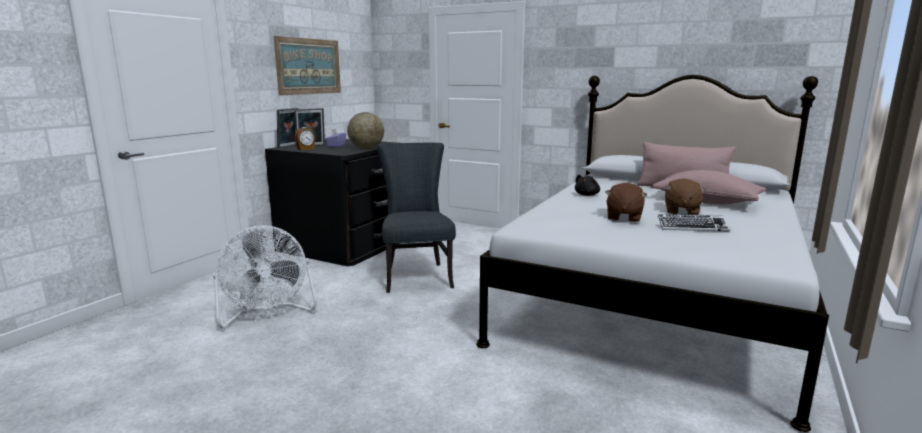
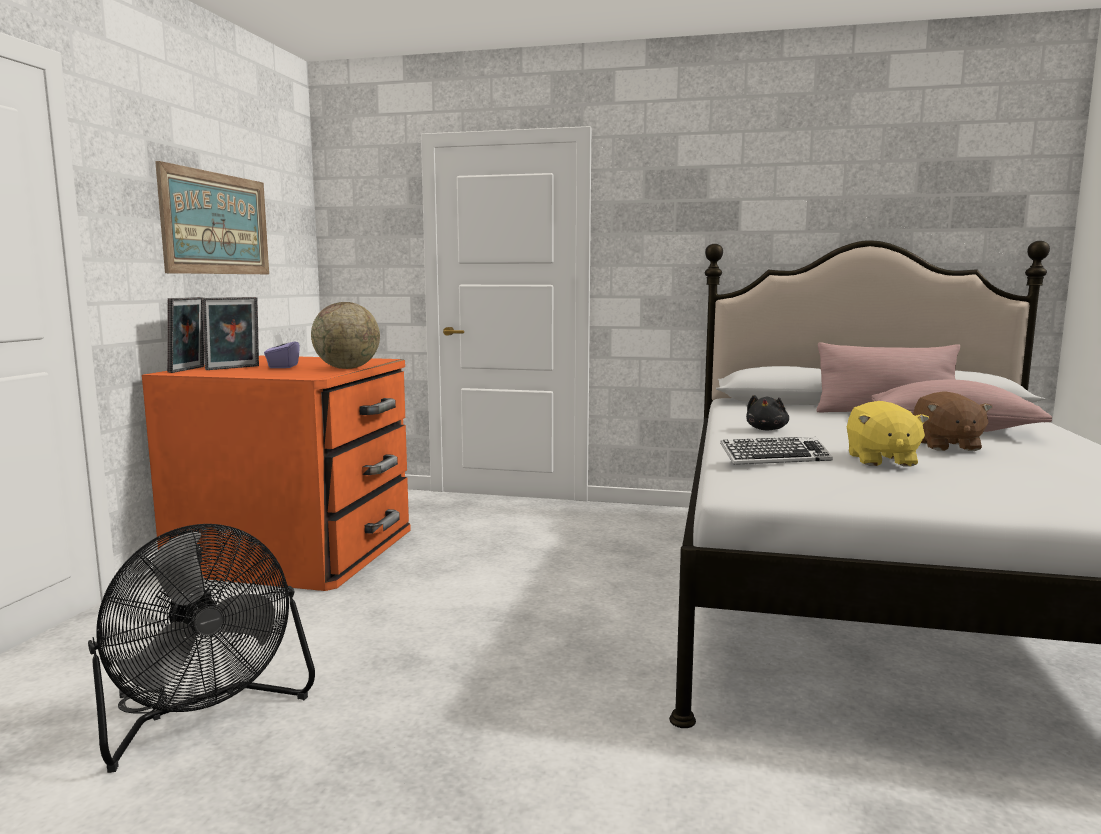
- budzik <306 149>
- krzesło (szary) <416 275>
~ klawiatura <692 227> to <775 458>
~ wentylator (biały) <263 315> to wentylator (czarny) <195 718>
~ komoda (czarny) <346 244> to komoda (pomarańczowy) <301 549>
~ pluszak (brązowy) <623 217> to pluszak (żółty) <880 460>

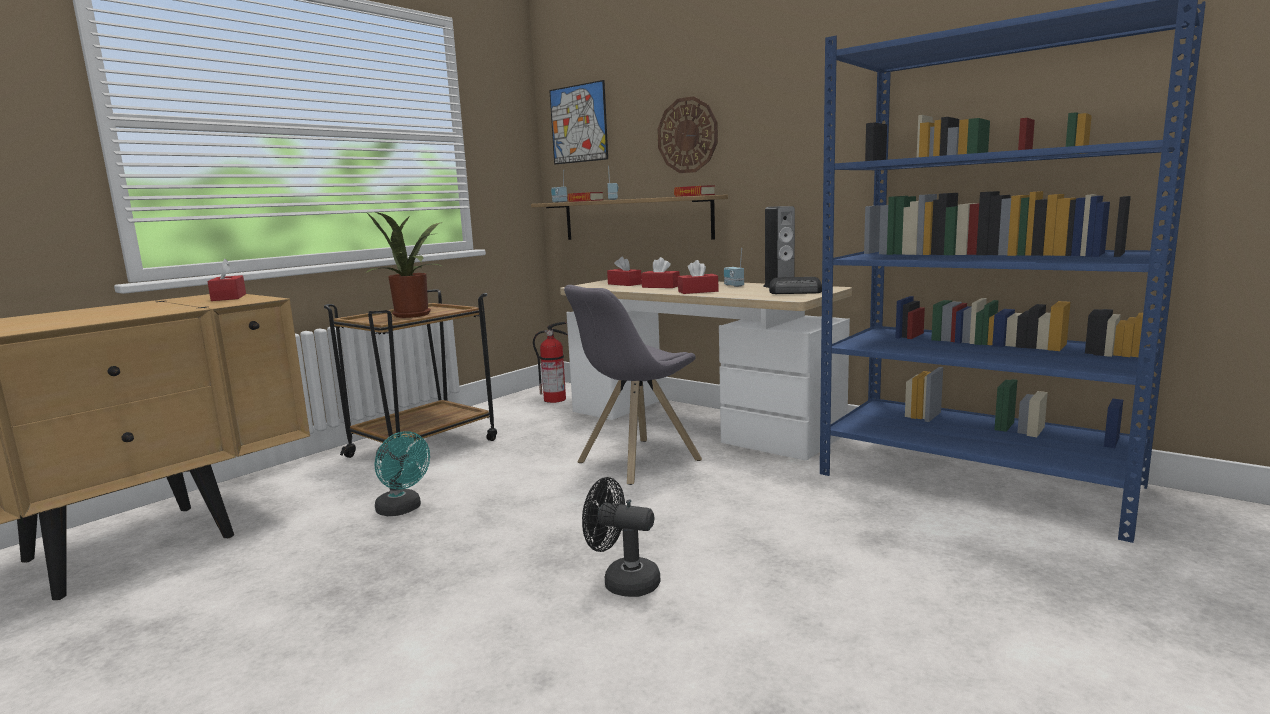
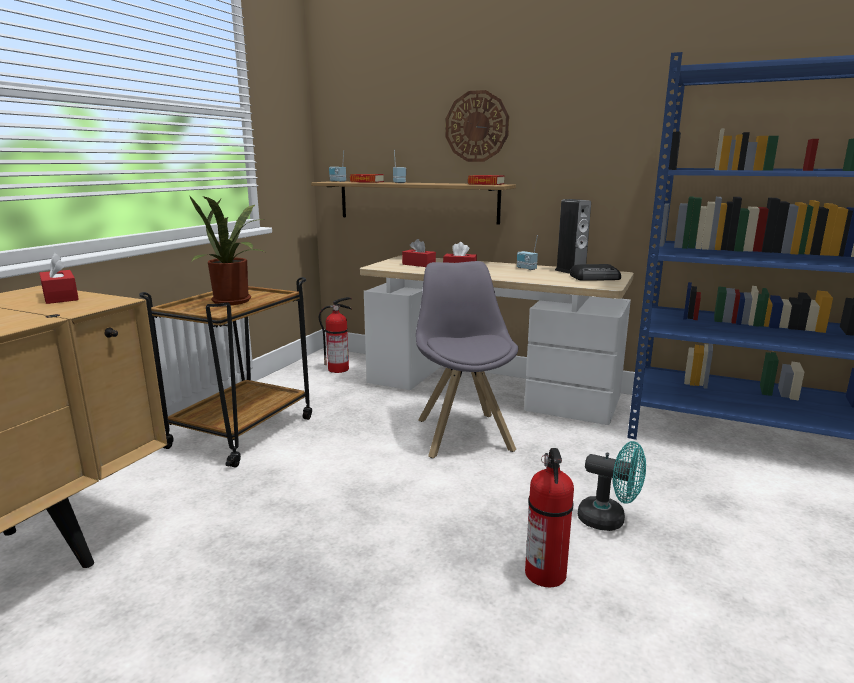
- obraz <578 124>
- pudełko chusteczek (czerwony) <698 291>
~ wentylator (turkusowy) <403 510> to <609 520>
~ wentylator (czarny) <622 582> to gaśnica <546 574>
~ krzesło (szary) <637 461> = <463 434> 135 degrees clockwise

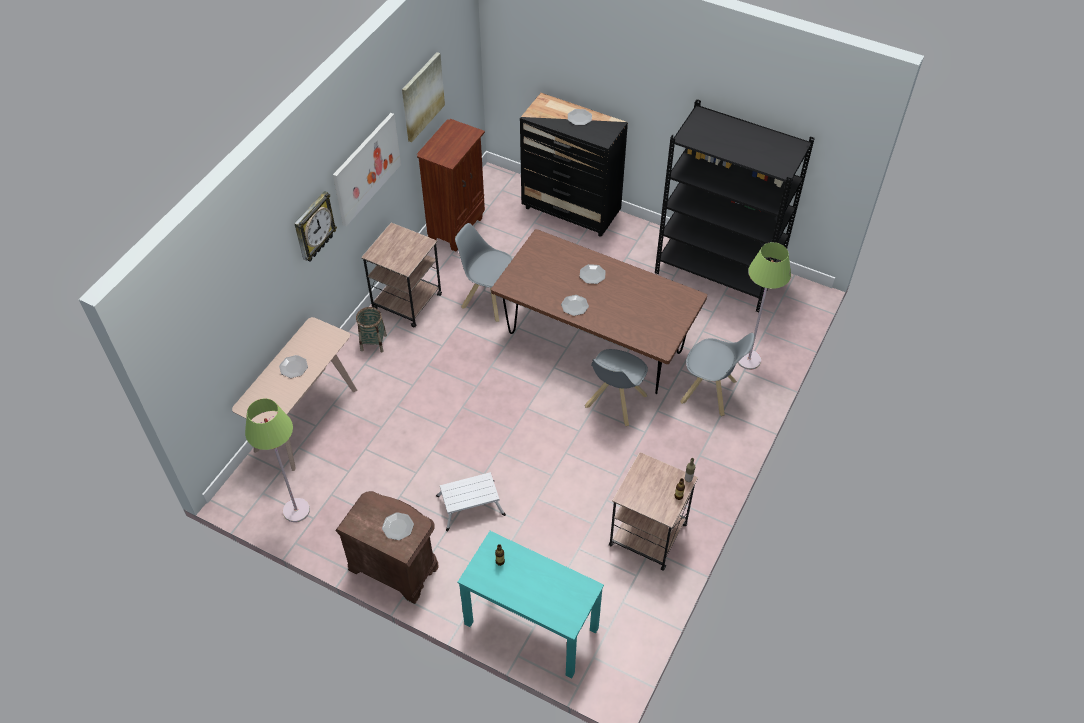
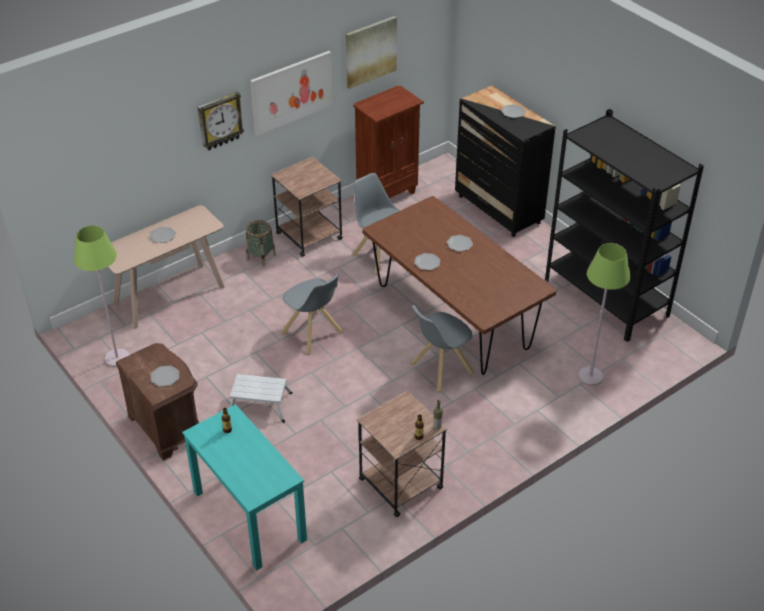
~ krzesło (szary) <710 392> to <313 334>

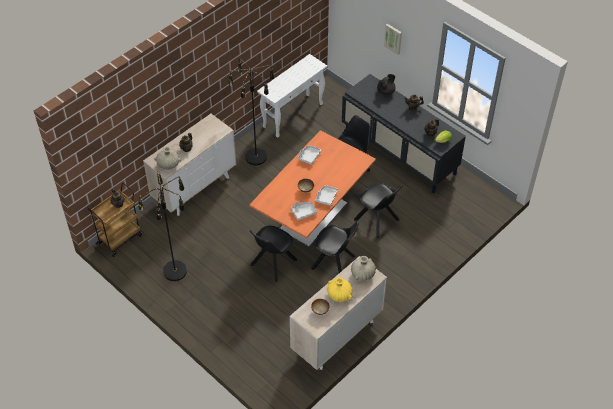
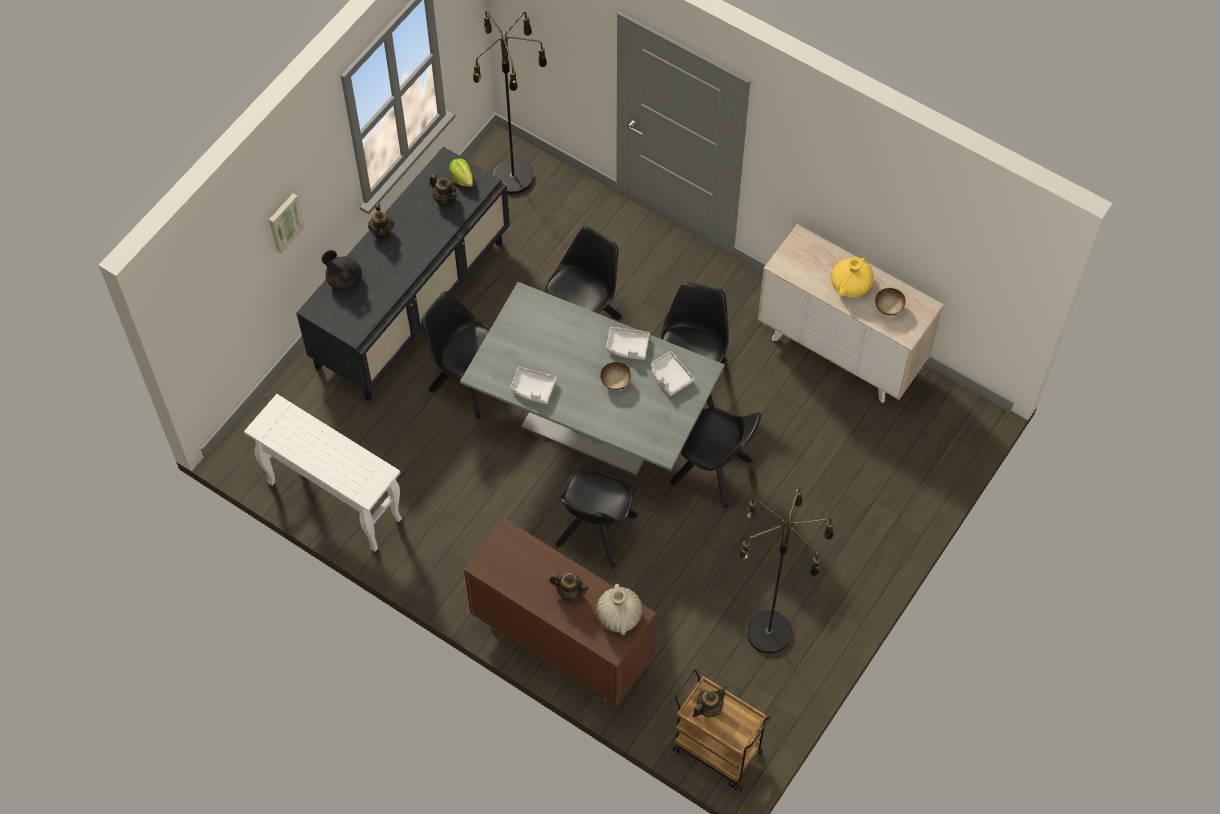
- wazon (beżowy) <362 274>
+ krzesło (czarny) <595 532>
~ lampa stojąca <255 157> to <514 178>
~ komoda (biały) <194 188> to komoda (brązowy) <562 644>
~ stół jadalny (pomarańczowy) <313 216> to stół jadalny (szary) <593 424>

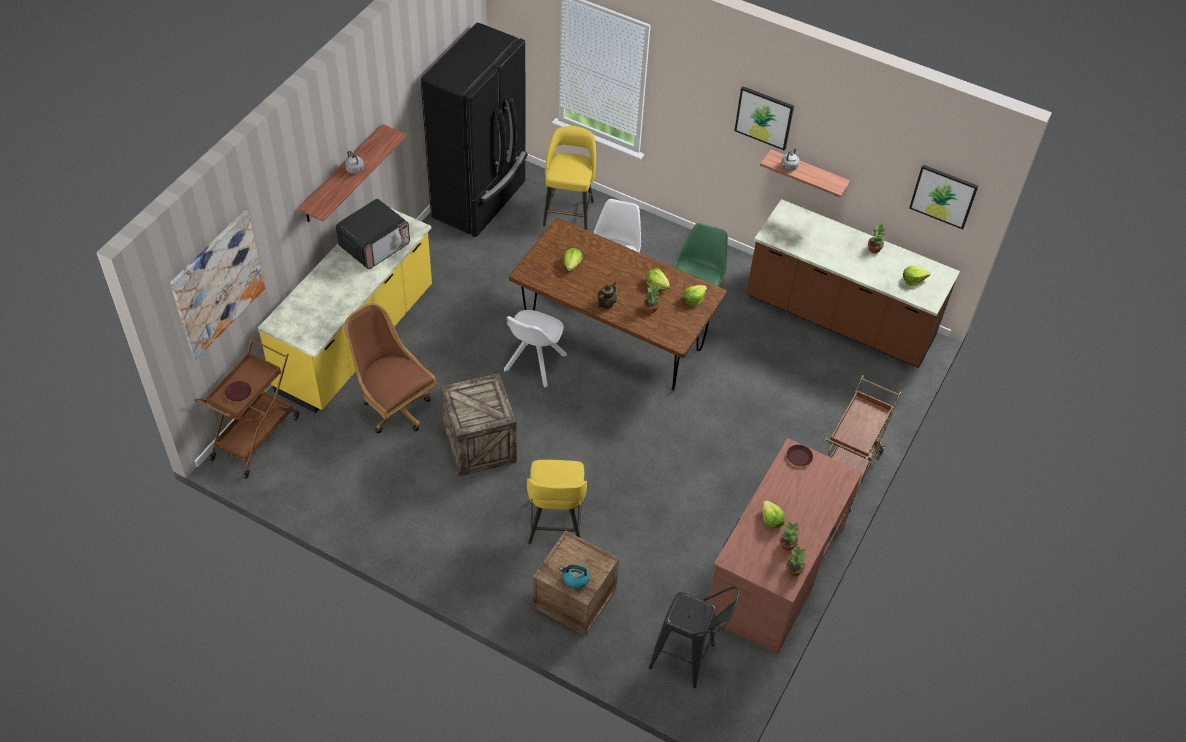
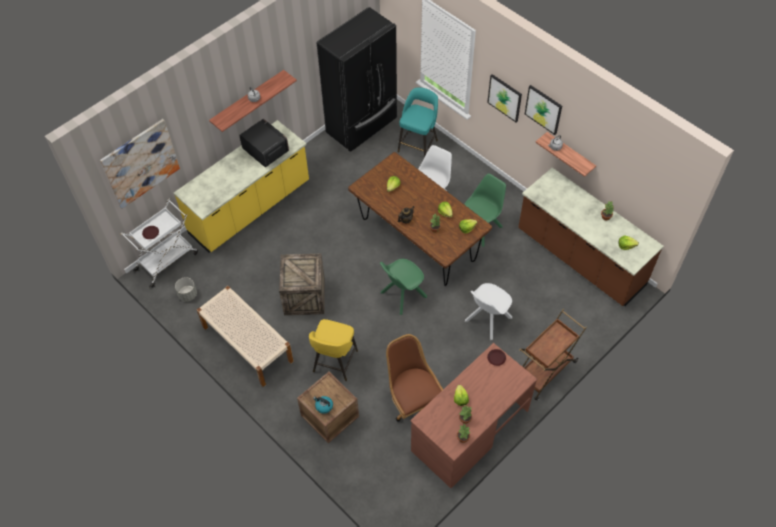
- stołek (czarny) <688 659>
+ donica (szary) <187 295>
+ ławka (beżowy) <247 344>
+ krzesło (zielony) <402 295>
~ krzesło biurowe (brązowy) <393 406> to <412 401>
~ krzesło (biały) <534 363> to <487 320>
~ obraz <943 196> to <505 97>
~ wózek (brązowy) <256 438> to wózek (biały) <167 262>
~ stołek (żółty) <569 212> to stołek (turkusowy) <418 145>
~ mikrofalówka <375 245> = <265 150> 105 degrees counterclockwise

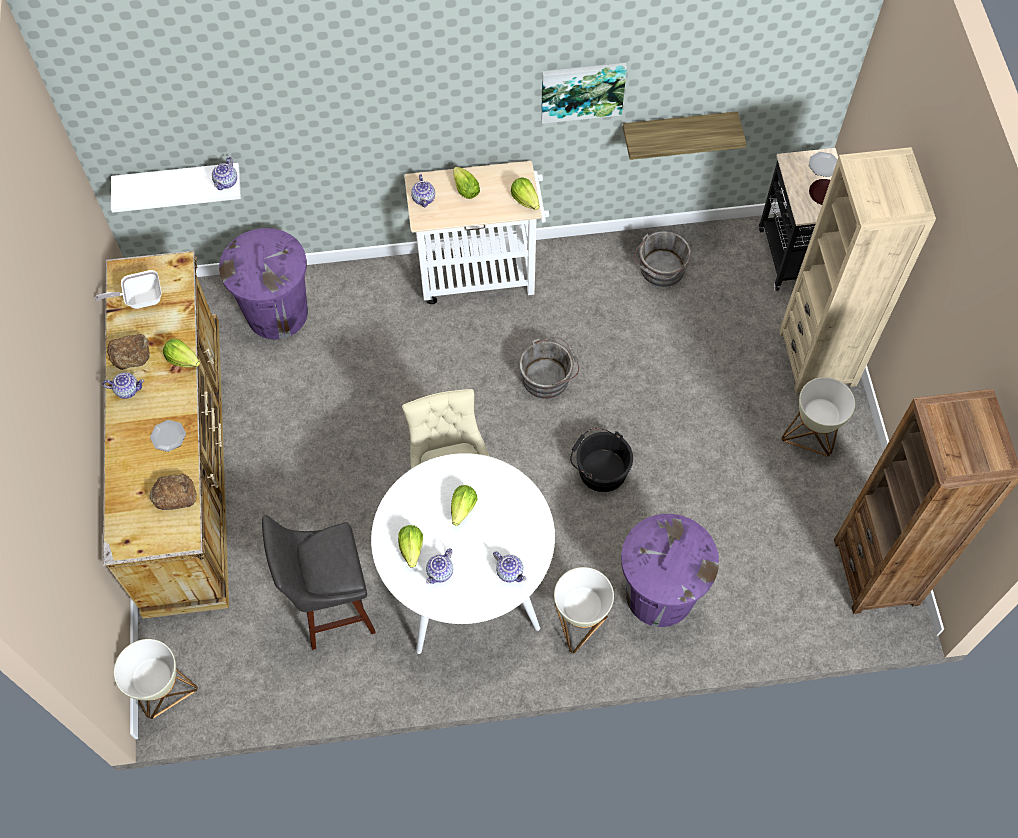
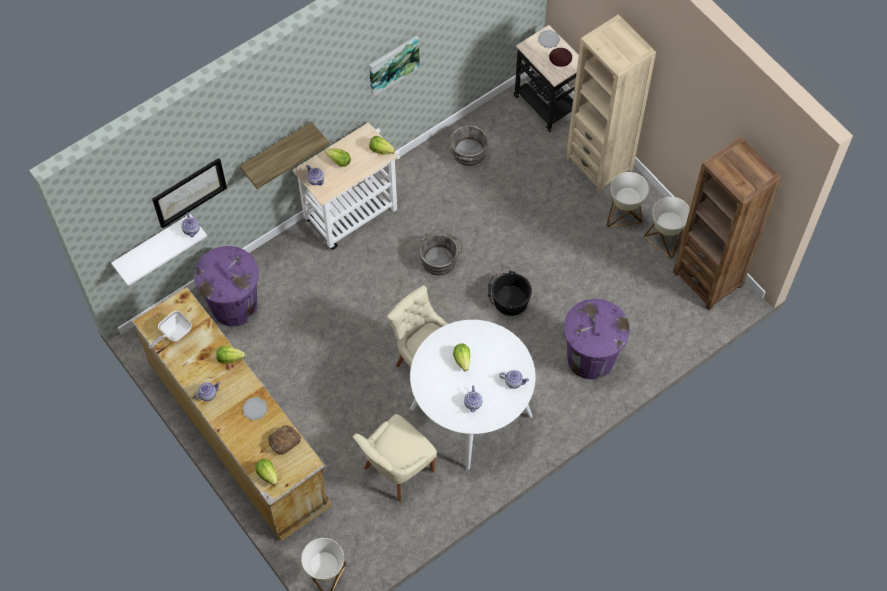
- chleb <130 353>
+ obraz <189 192>
~ sałata <411 548> to <267 474>
~ donica <580 623> to <665 240>
~ półka <678 129> to <276 150>
~ stołek (szary) <331 606> to krzesło (beżowy) <396 470>

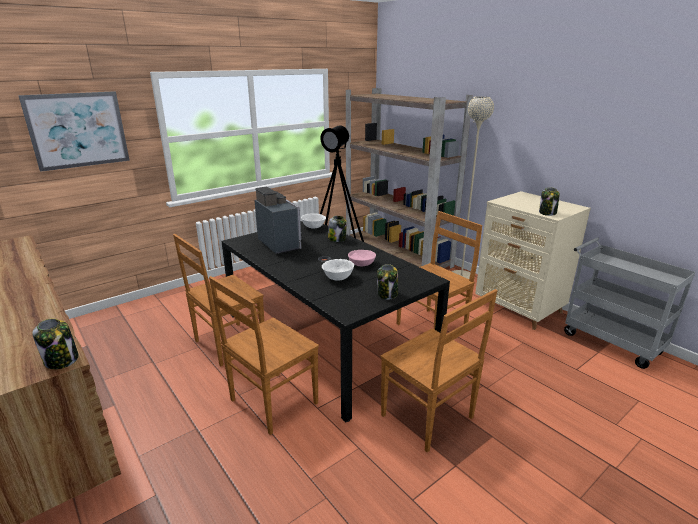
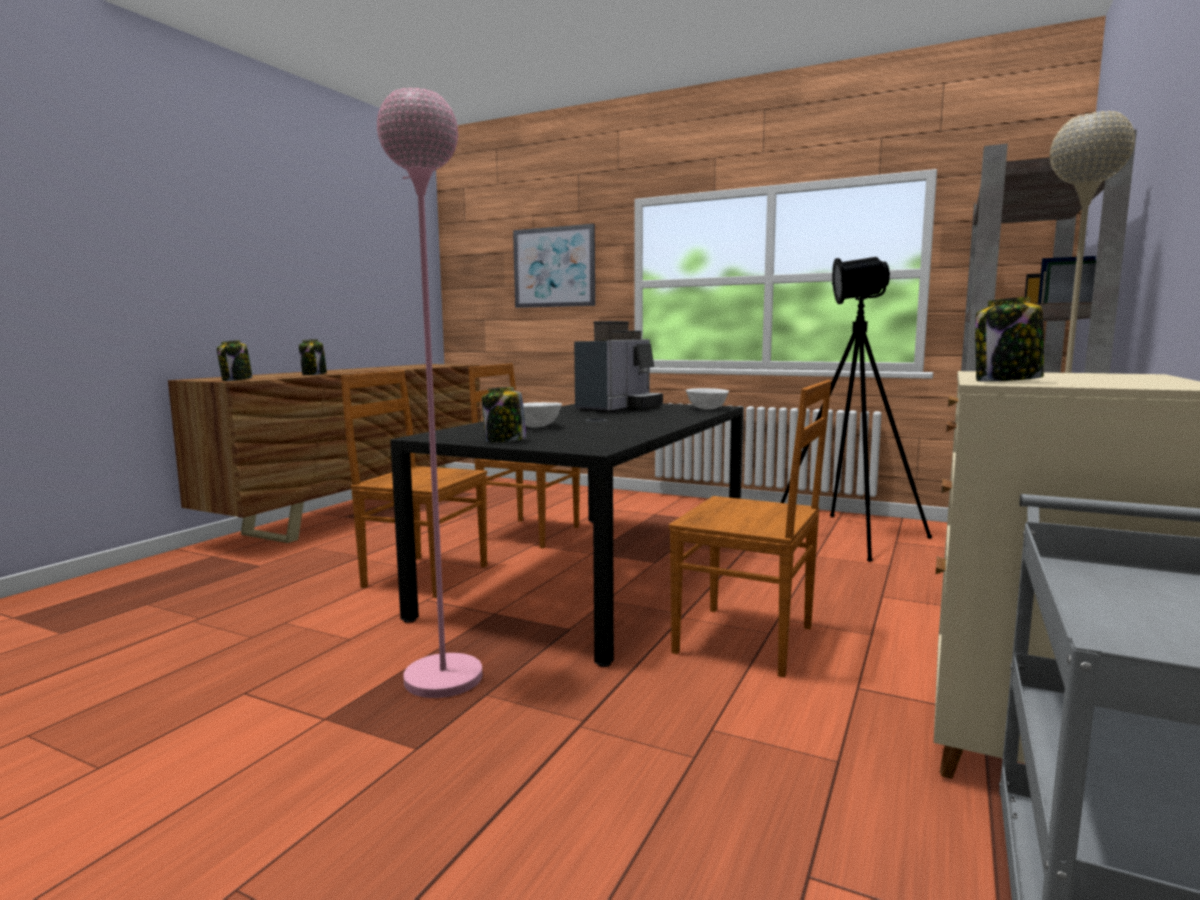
- miska (różowy) <362 264>
~ słoik <337 239> to <314 374>
~ krzesło (brązowy) <429 418> to lampa stojąca (różowy) <442 678>

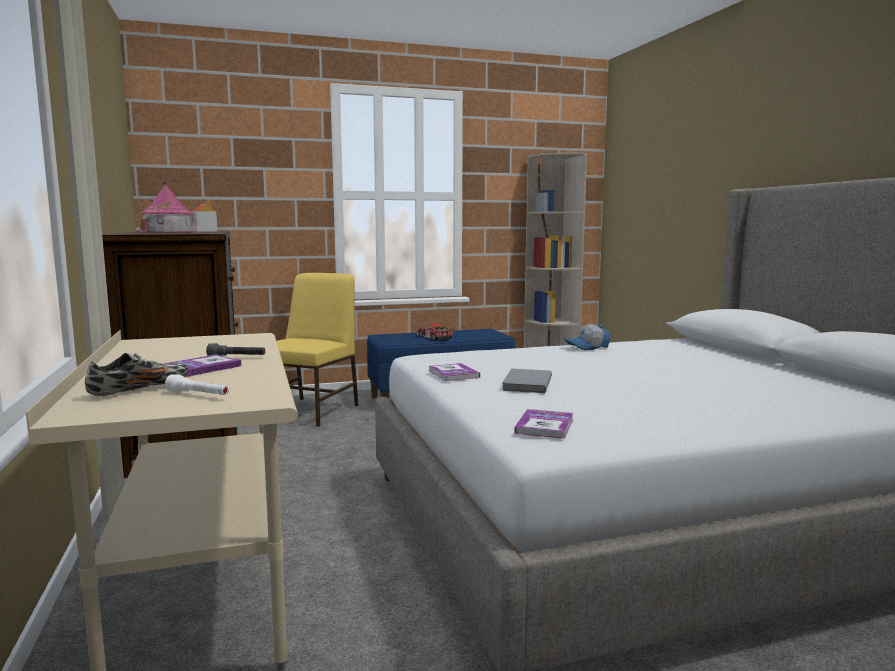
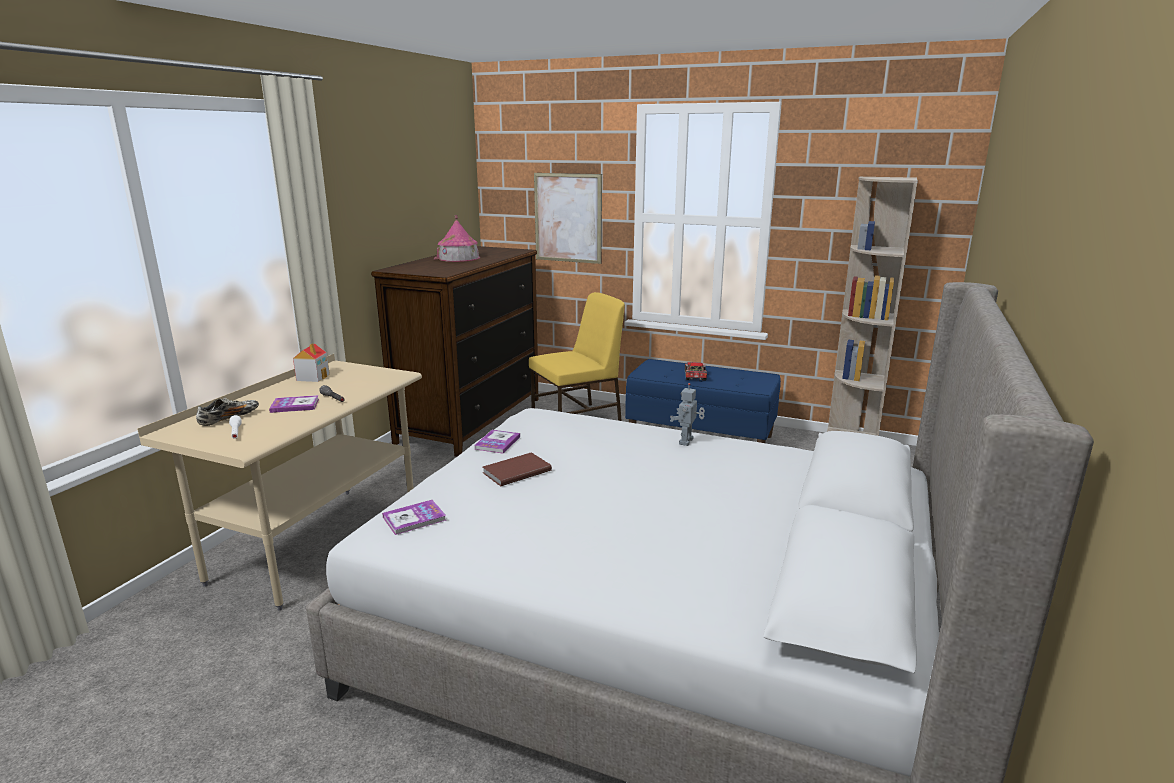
+ obraz <568 218>
~ domek <204 231> to <313 377>
~ czapka z daszkiem <587 347> to robot zabawkowy <687 442>
~ książka (szary) <525 384> to książka (brązowy) <515 471>
~ but <139 390> = <229 419> 45 degrees counterclockwise

